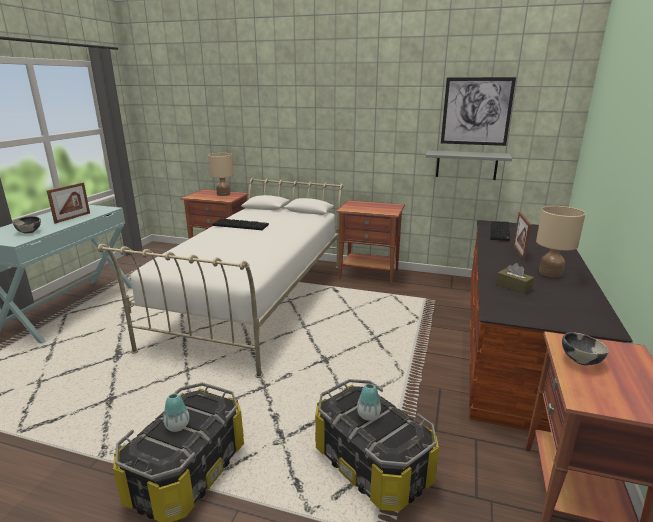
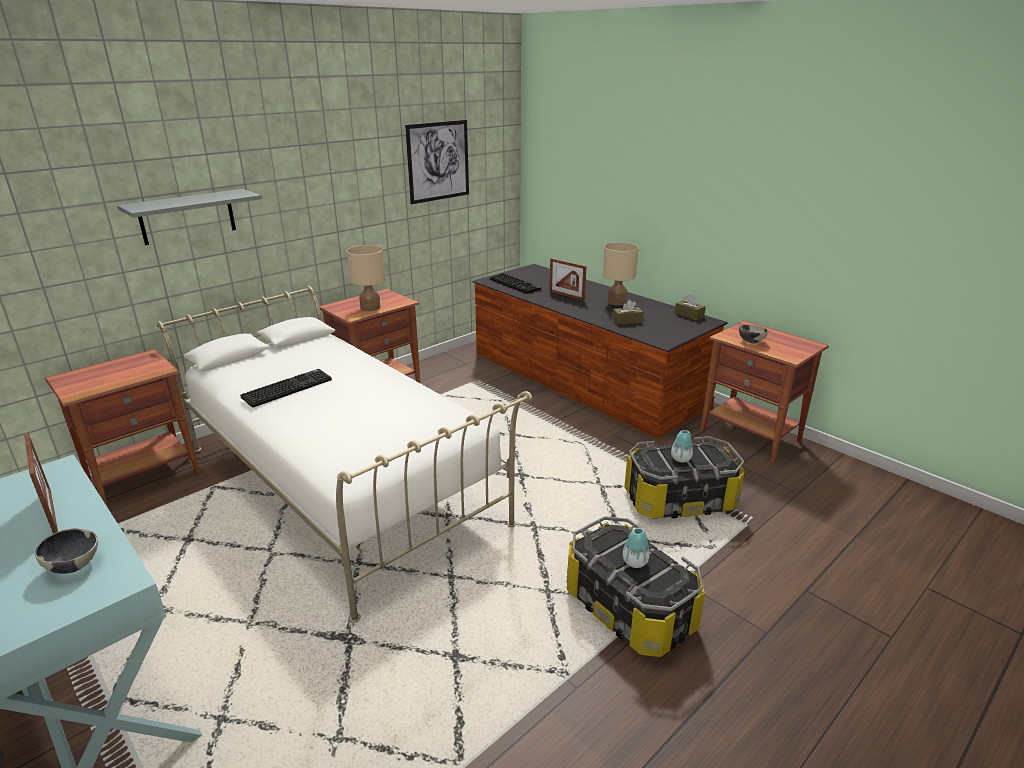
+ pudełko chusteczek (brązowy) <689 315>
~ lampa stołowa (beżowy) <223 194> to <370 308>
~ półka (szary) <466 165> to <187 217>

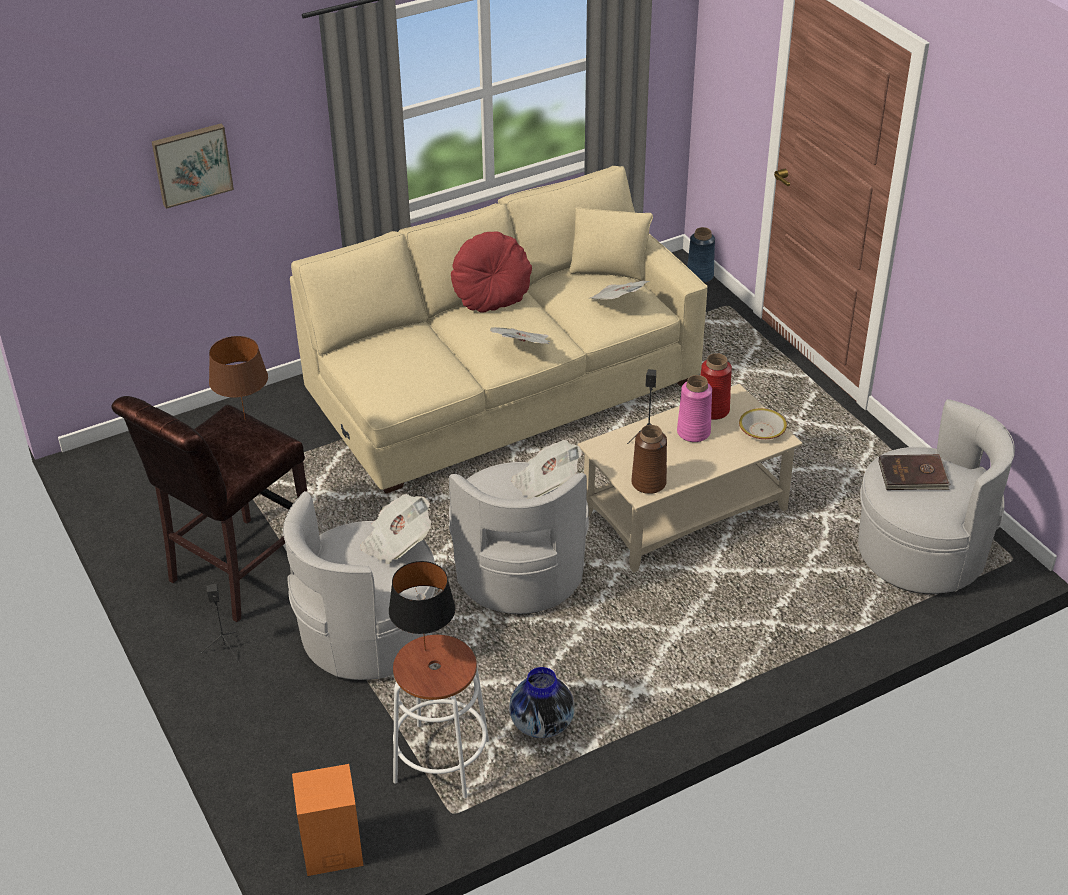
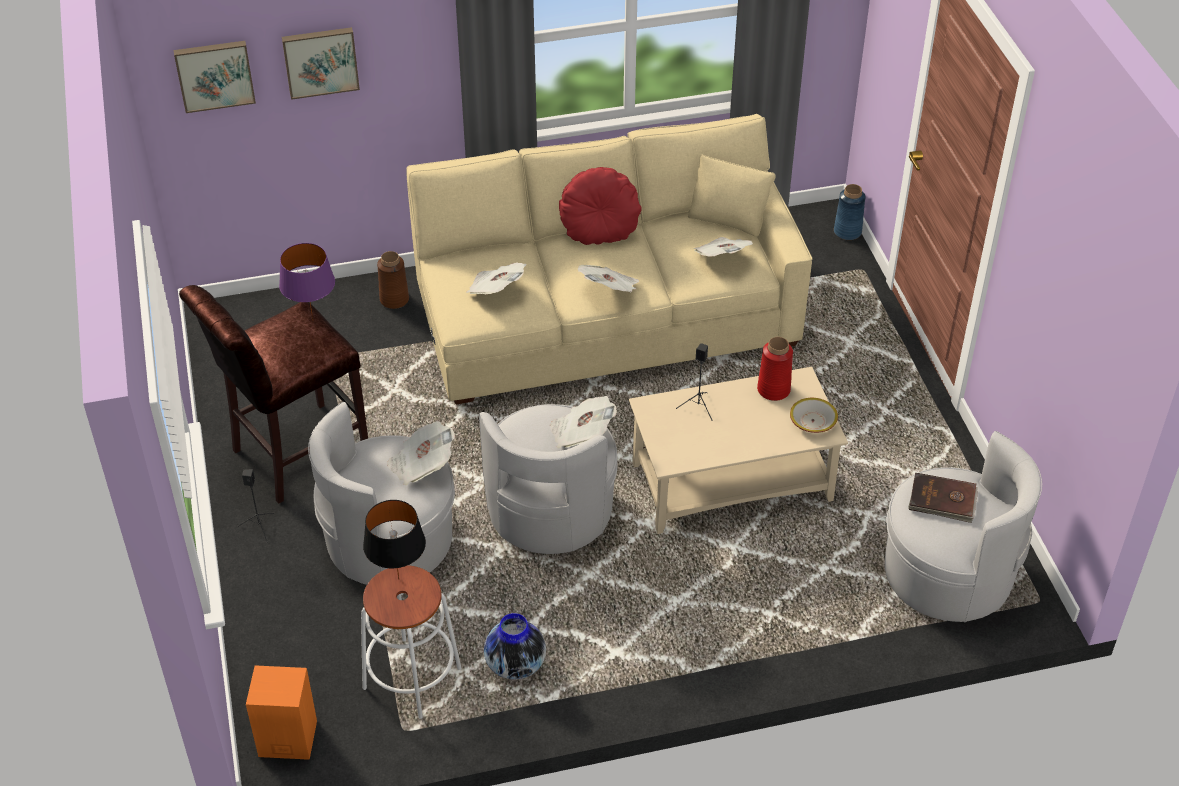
- wazon (różowy) <693 432>
+ obraz <214 74>
+ gazeta <496 290>
~ wazon (brązowy) <648 483> to <394 299>
~ lampa stołowa (brązowy) <244 420> to lampa stołowa (fioletowy) <312 320>

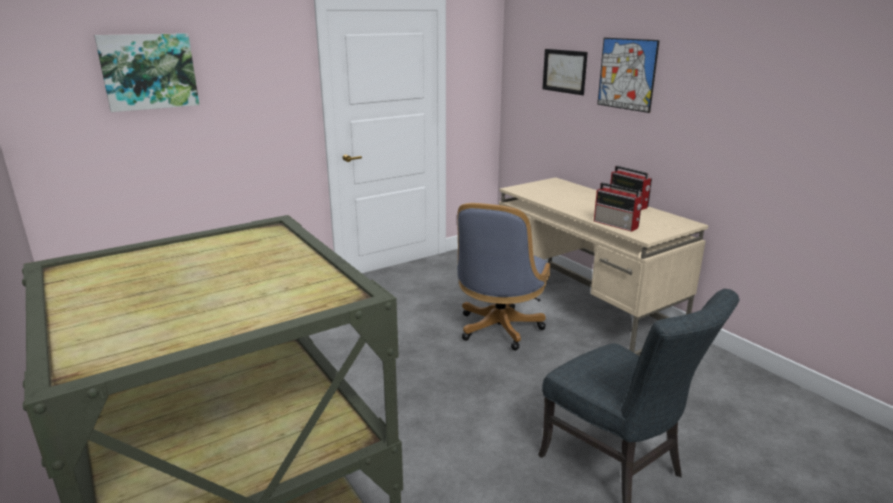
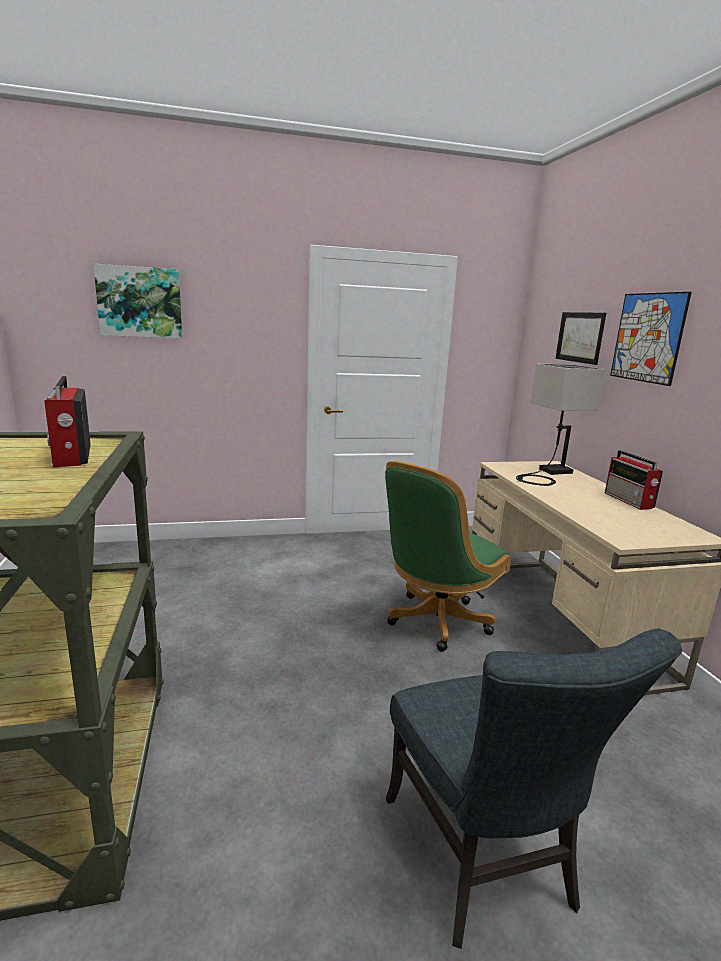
+ lampa stołowa <546 474>
~ radio <616 225> to <71 456>
~ krzesło biurowe (niebieski) <497 332> to krzesło biurowe (zielony) <433 625>

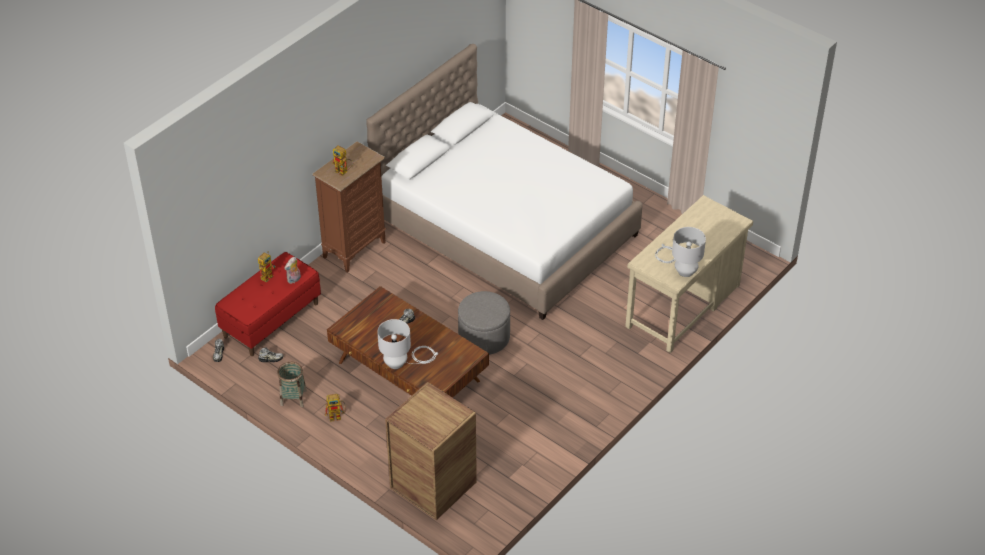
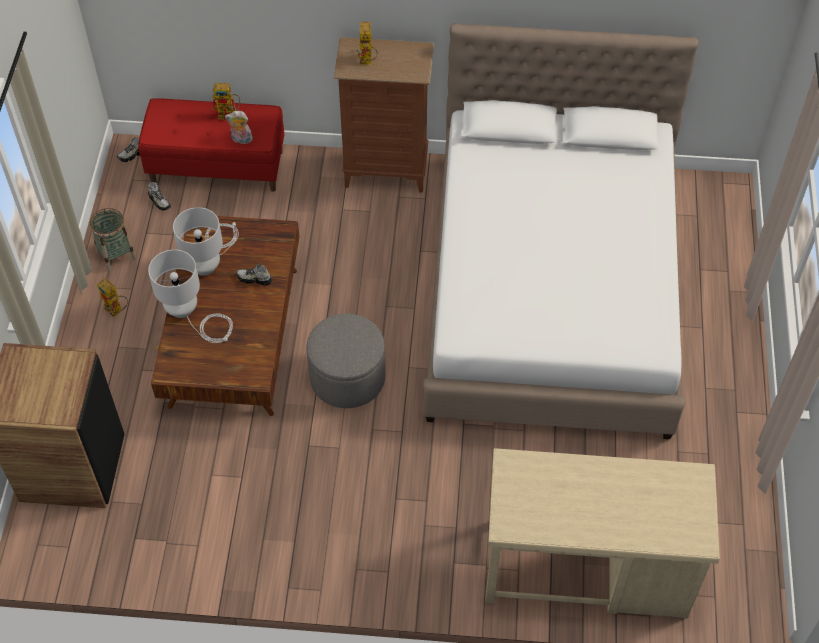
~ lampa stołowa (szary) <678 265> to <211 255>

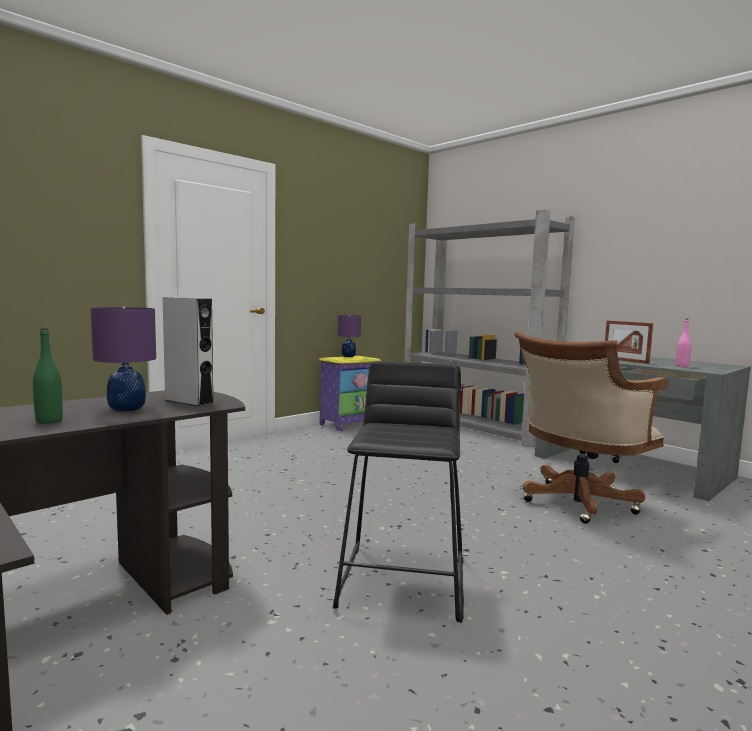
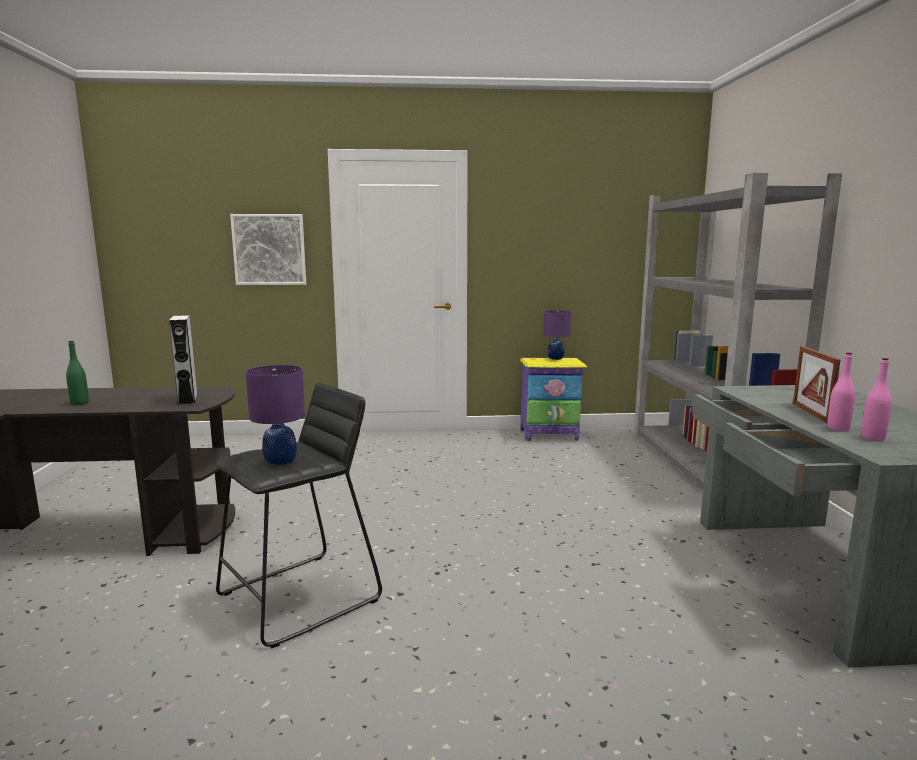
- krzesło biurowe <576 503>
+ obraz <269 249>
+ butelka (różowy) <838 429>
~ lampa stołowa (fioletowy) <125 409> to <280 461>

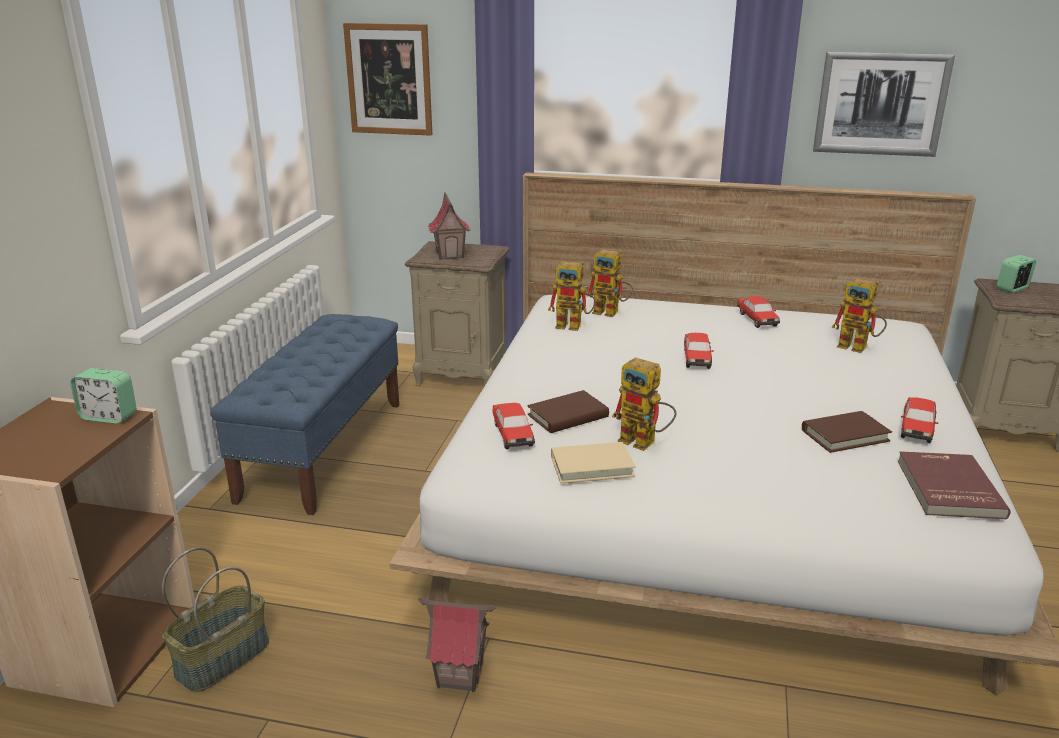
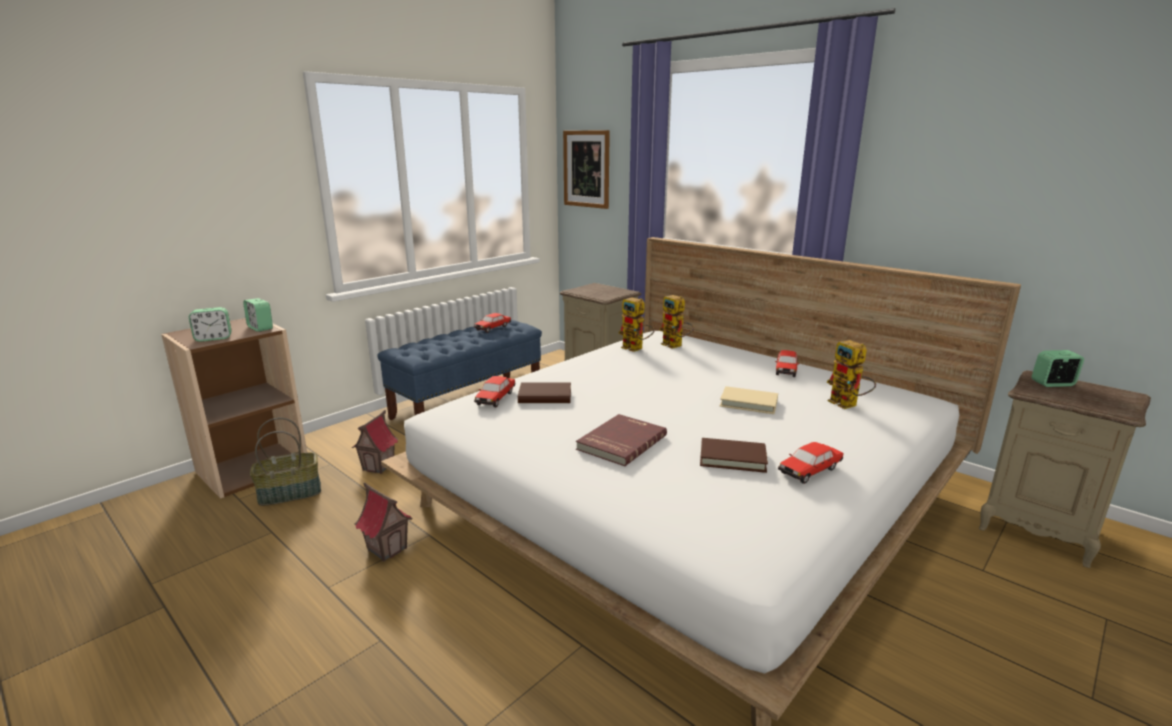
- robot zabawkowy <645 442>
- obraz <880 104>
+ budzik <213 338>
~ domek <450 255> to <379 467>
~ książka (beżowy) <592 466> to <748 403>
~ samochodzik <696 358> to <493 328>
~ książka (czerwony) <947 488> to <620 442>

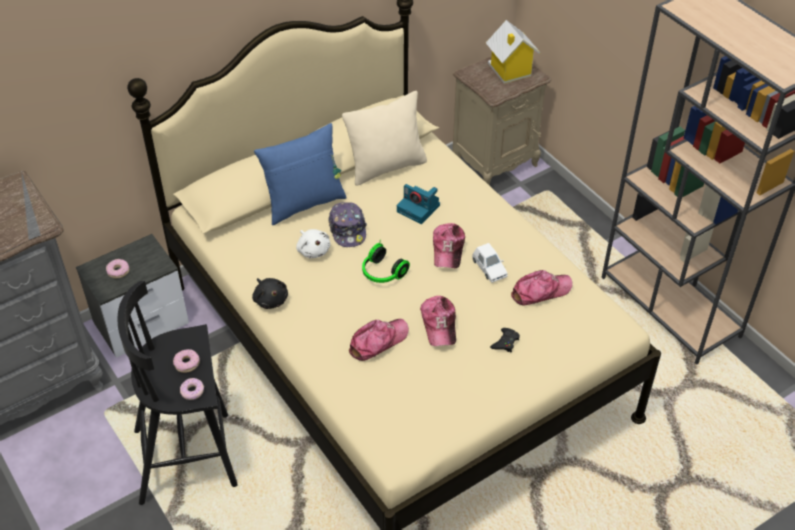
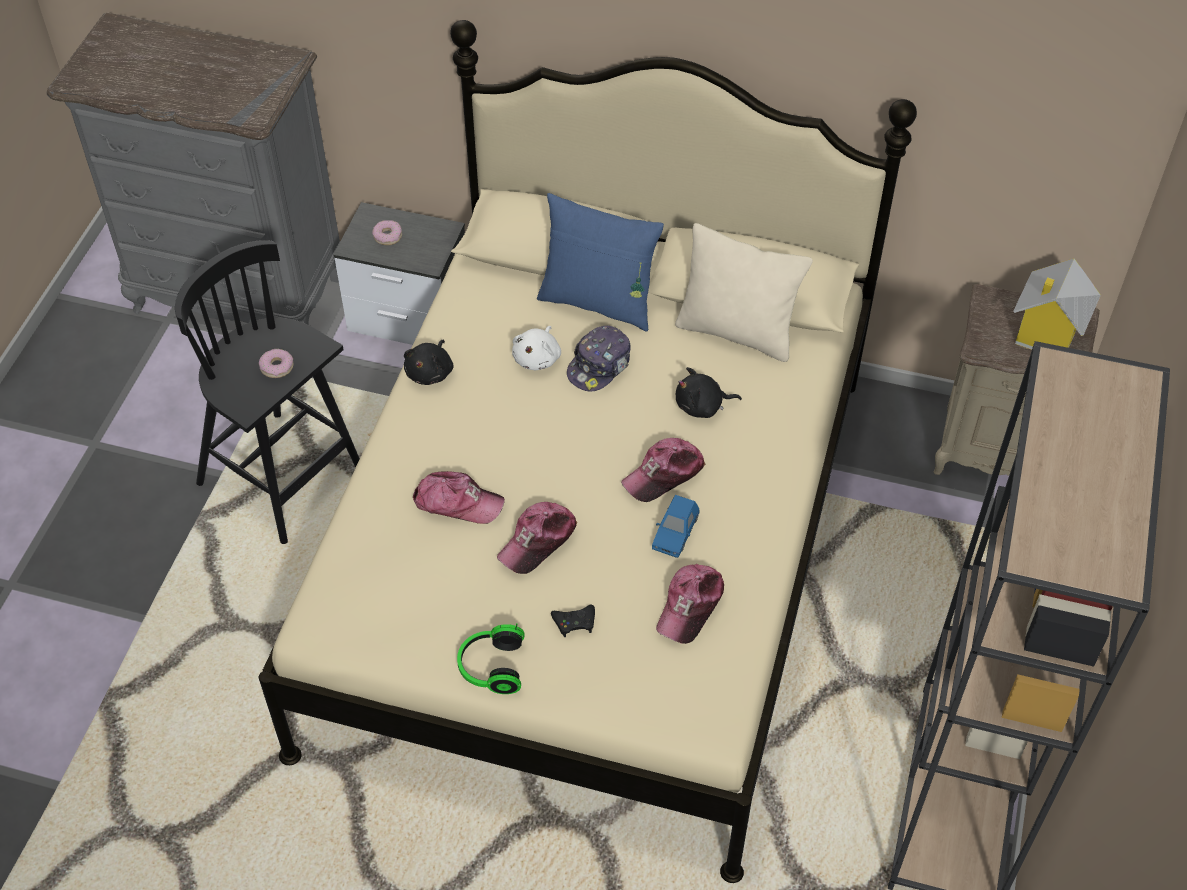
- donut <192 391>
~ słuchawki <382 273> to <490 667>
~ aparat fotograficzny <419 208> to pluszak (czarny) <702 406>
~ samochodzik (biały) <489 268> to samochodzik (niebieski) <675 532>
~ czapka z daszkiem <540 291> = <690 606> 90 degrees clockwise

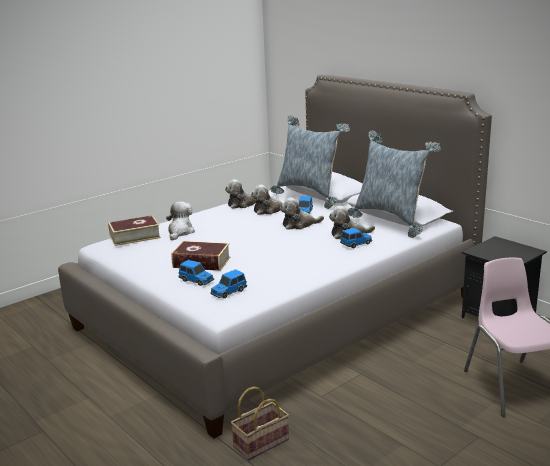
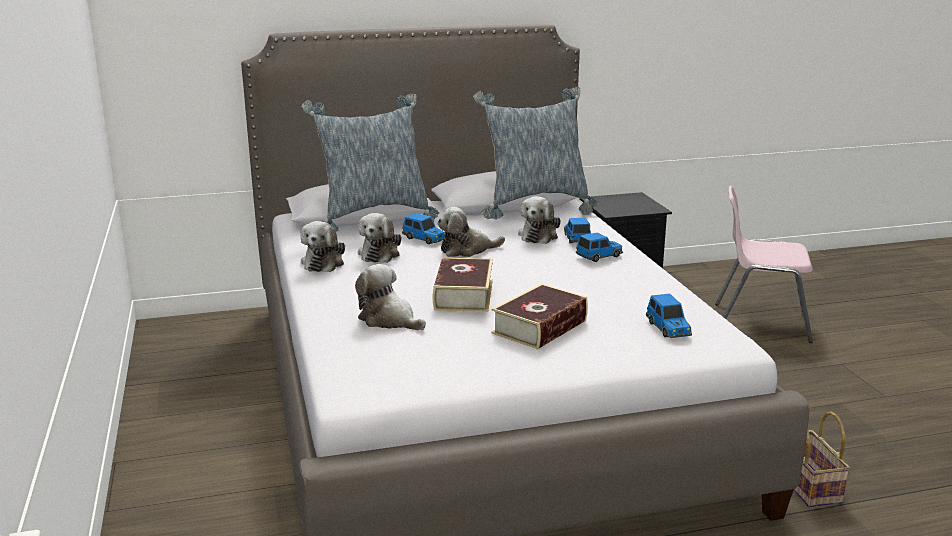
~ książka <135 236> to <463 295>
~ samochodzik <197 280> to <599 256>
~ pluszak <299 225> = <467 250> 60 degrees clockwise

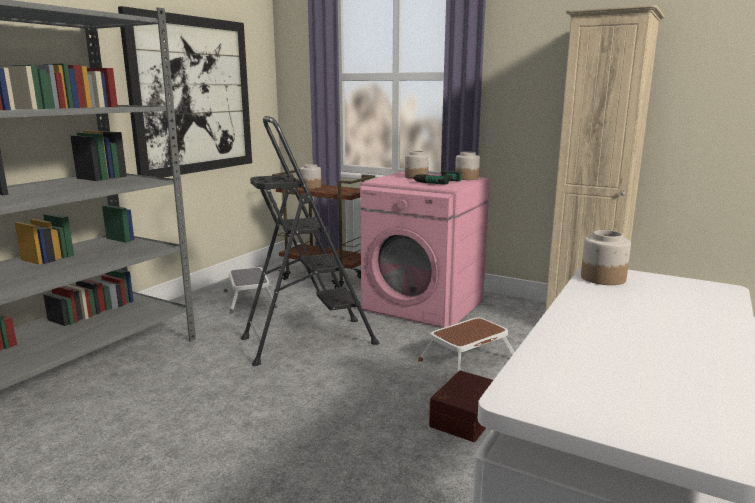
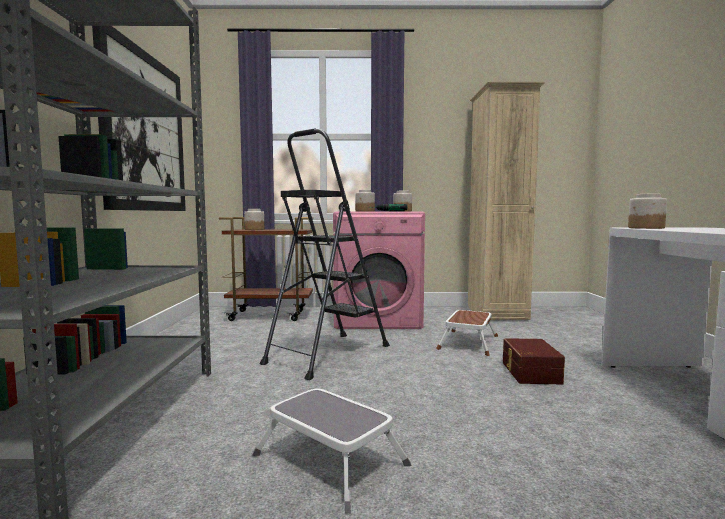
~ drabinka (szary) <250 299> to <330 459>

